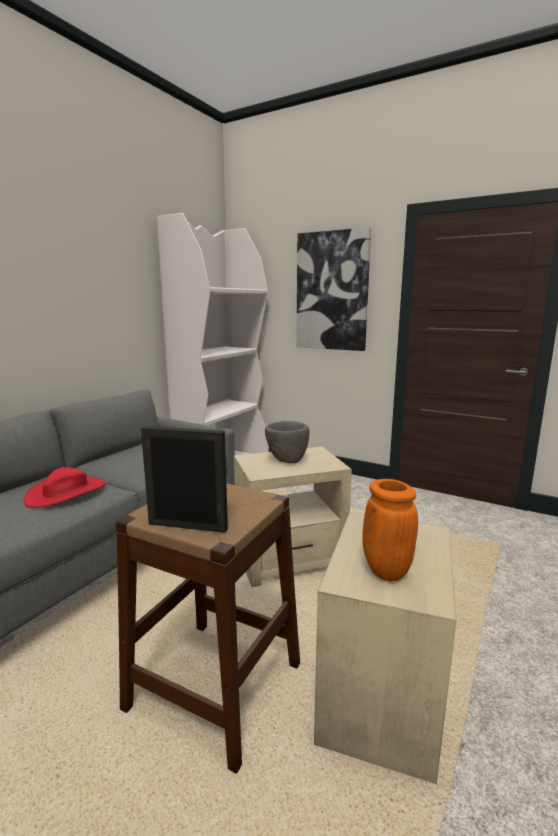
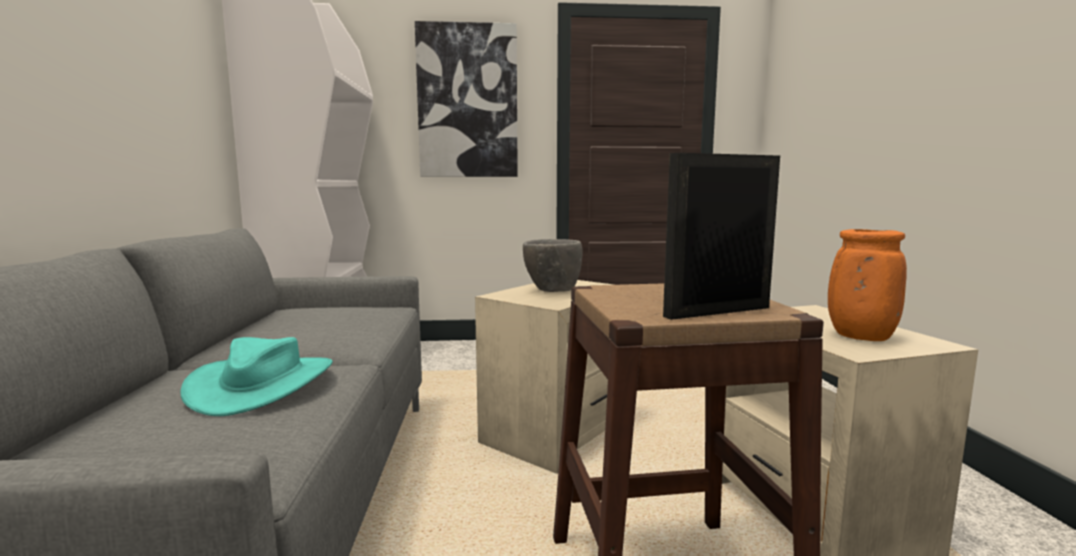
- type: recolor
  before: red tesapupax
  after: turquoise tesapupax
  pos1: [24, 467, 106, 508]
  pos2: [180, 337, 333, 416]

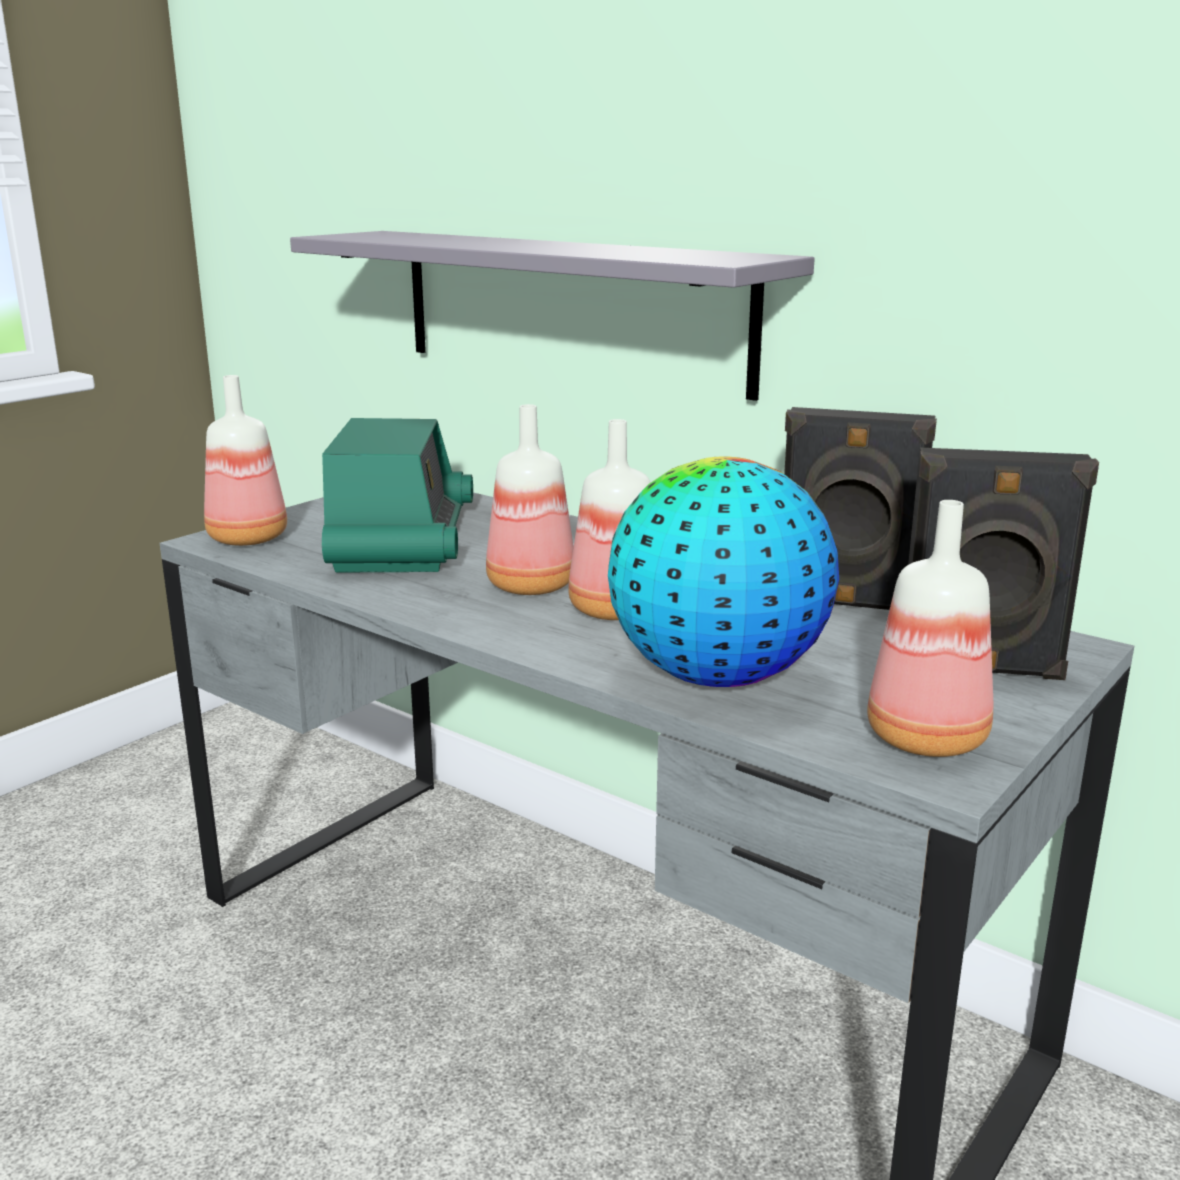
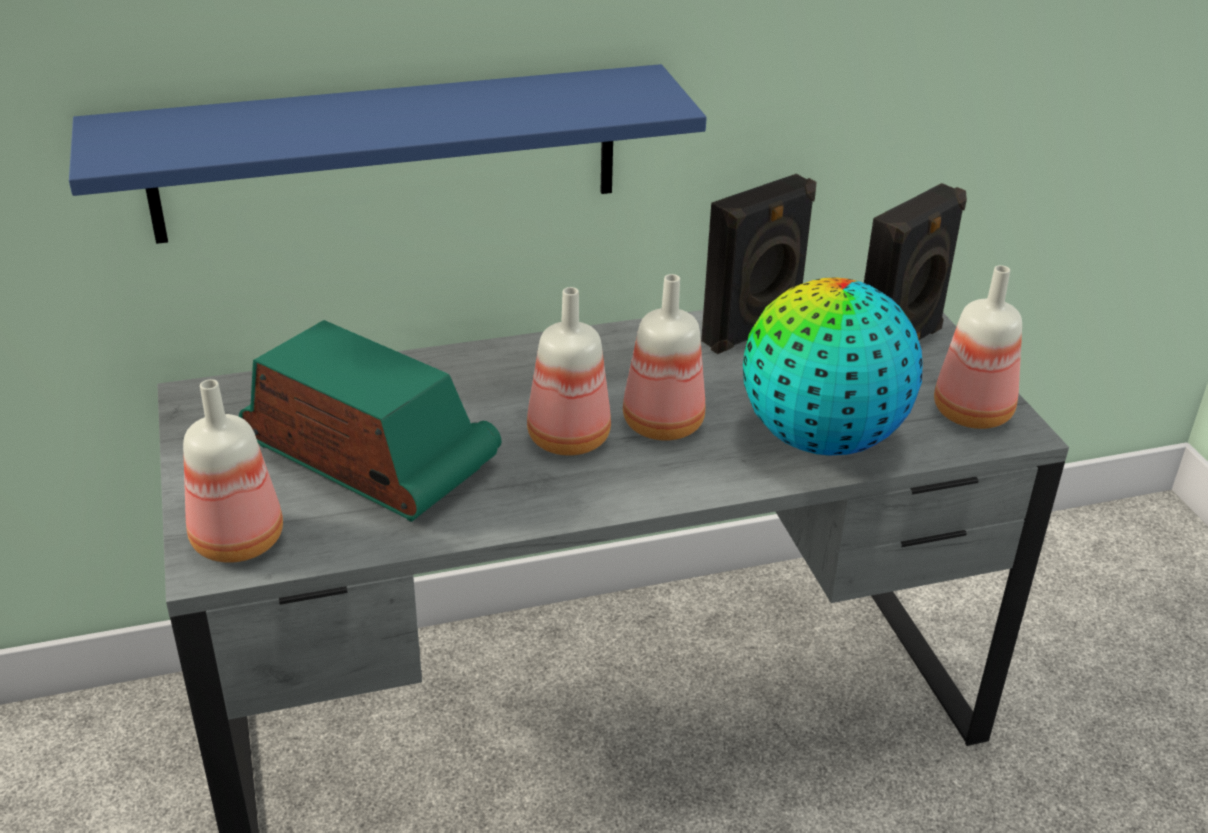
- type: recolor
  before: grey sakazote
  after: blue sakazote
  pos1: [290, 231, 815, 401]
  pos2: [69, 64, 707, 244]

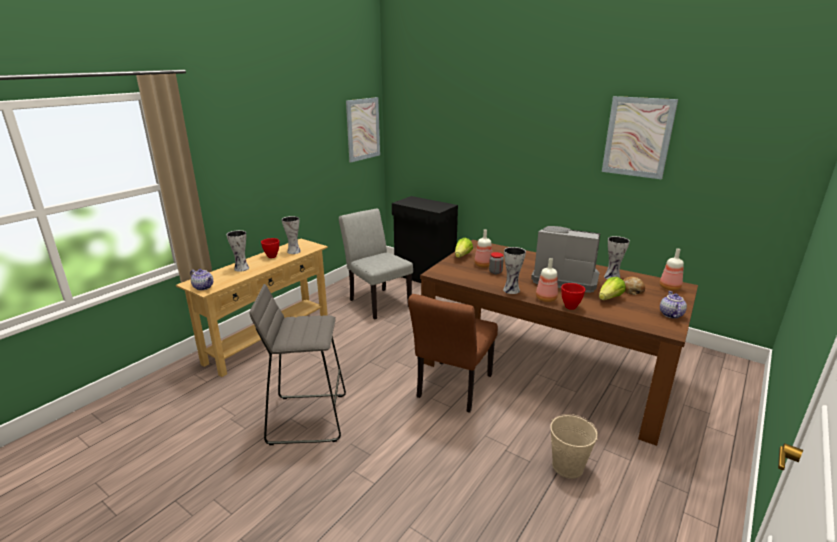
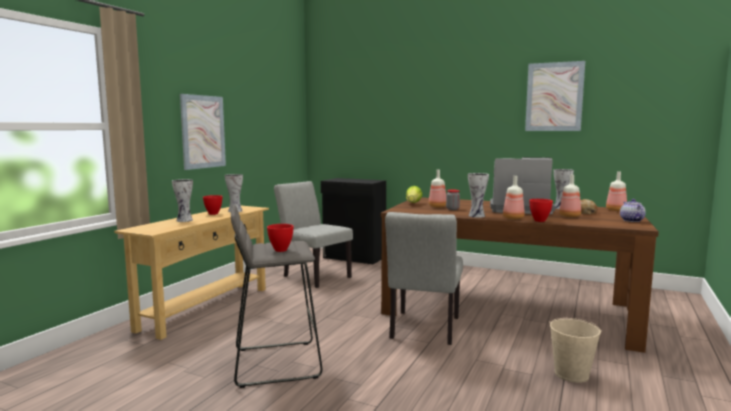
- type: move
  before: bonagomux
  pos1: [346, 97, 380, 163]
  pos2: [180, 94, 226, 170]
- type: delete
  before: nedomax
  pos1: [190, 269, 213, 290]
- type: replace
  before: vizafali
  after: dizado
  pos1: [599, 277, 626, 300]
  pos2: [559, 175, 581, 217]
- type: recolor
  before: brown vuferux
  after: grey vuferux
  pos1: [408, 294, 498, 413]
  pos2: [385, 212, 463, 345]
- type: insert
  after: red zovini
  pos2: [267, 224, 294, 252]

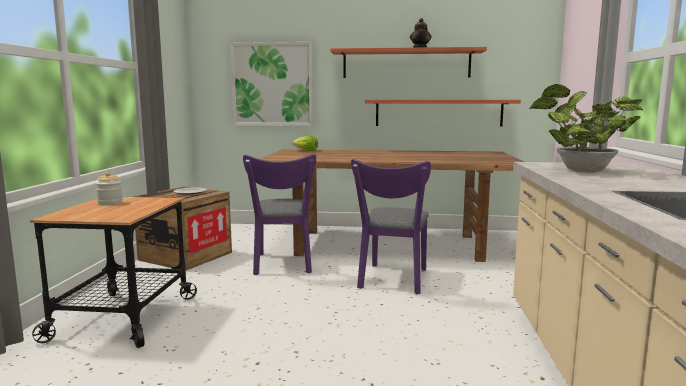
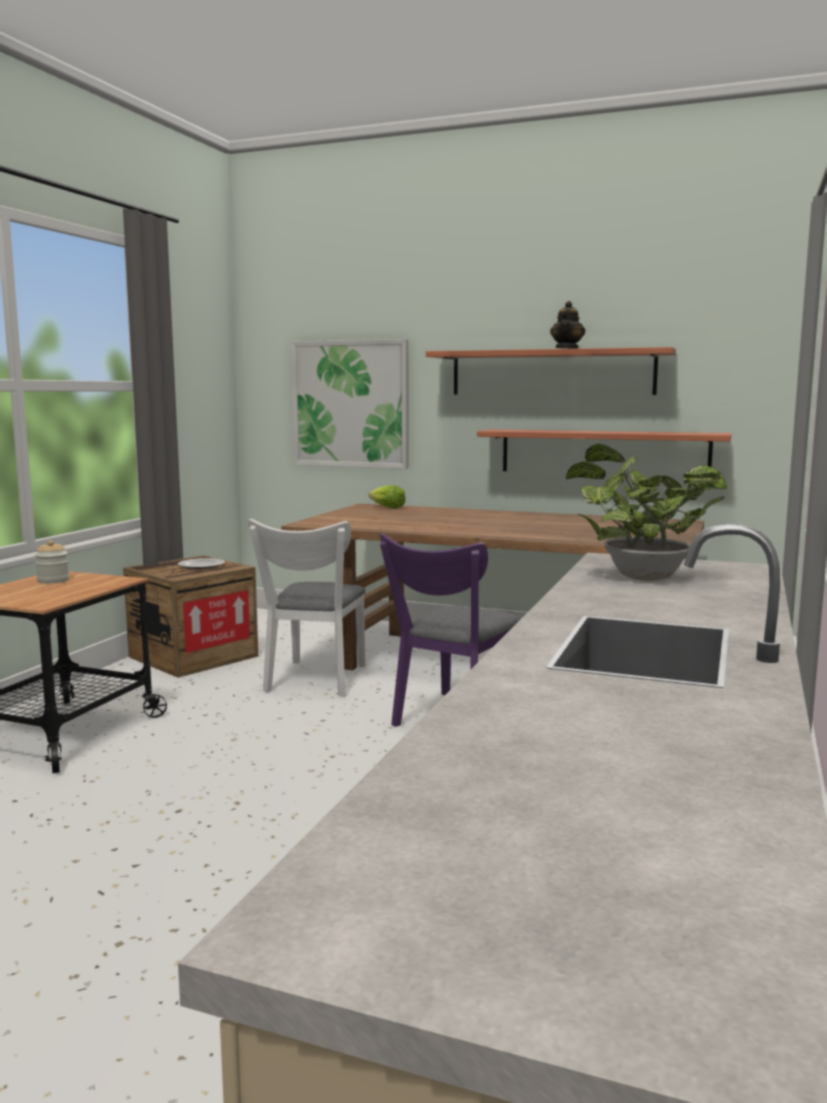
- type: recolor
  before: purple vuferux
  after: white vuferux
  pos1: [243, 154, 316, 275]
  pos2: [248, 519, 366, 697]

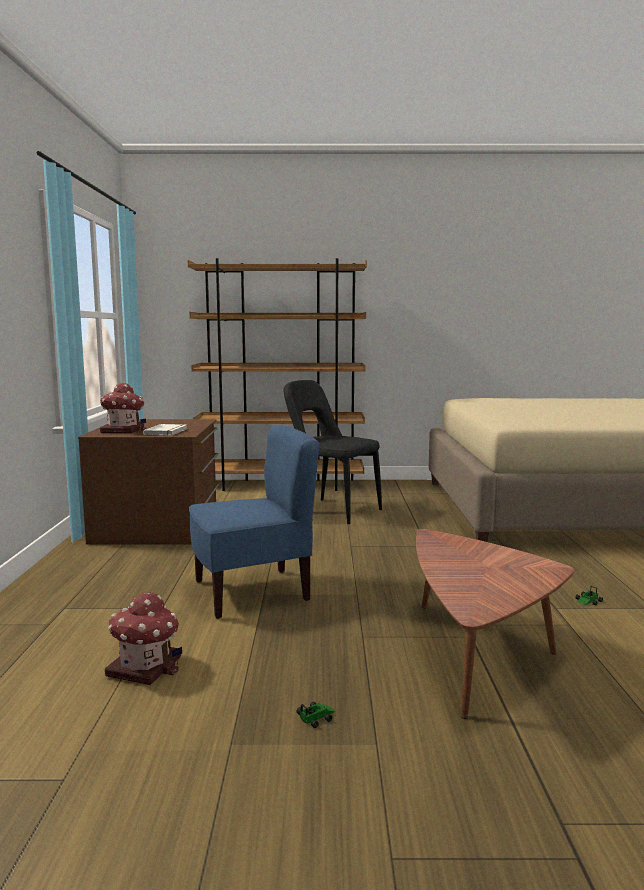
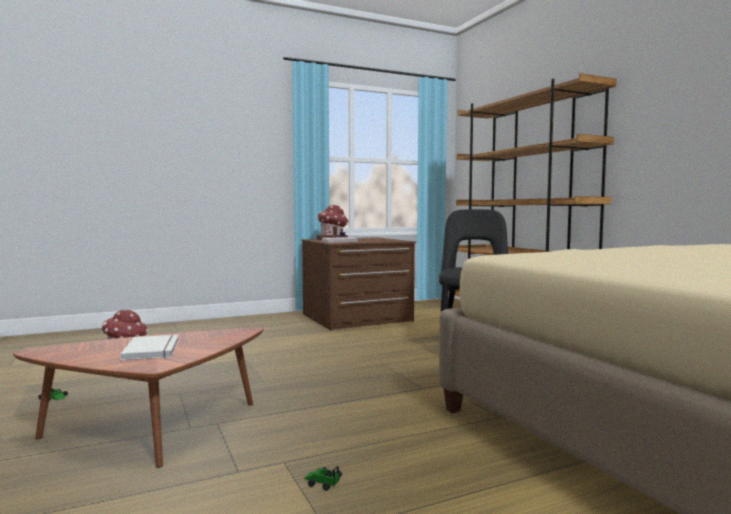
- type: delete
  before: blue vuferux
  pos1: [189, 425, 319, 619]
- type: insert
  after: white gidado
  pos2: [120, 335, 179, 361]

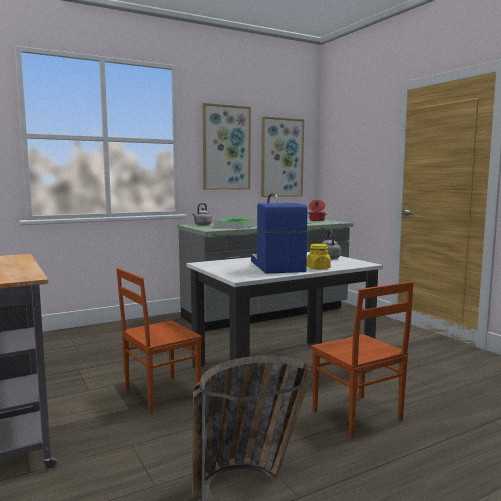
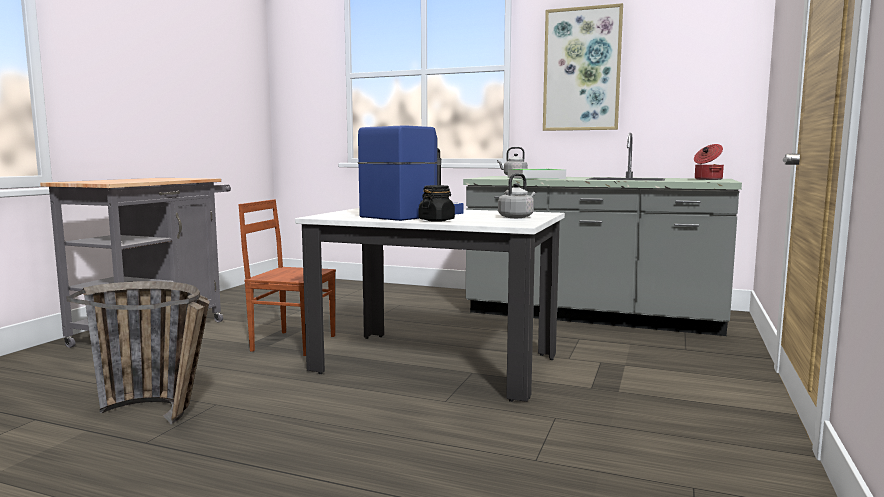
- type: delete
  before: bonagomux
  pos1: [261, 116, 304, 197]
- type: recolor
  before: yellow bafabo
  after: black bafabo
  pos1: [307, 244, 331, 269]
  pos2: [419, 185, 455, 222]
- type: delete
  before: brown vuferux
  pos1: [311, 281, 414, 438]

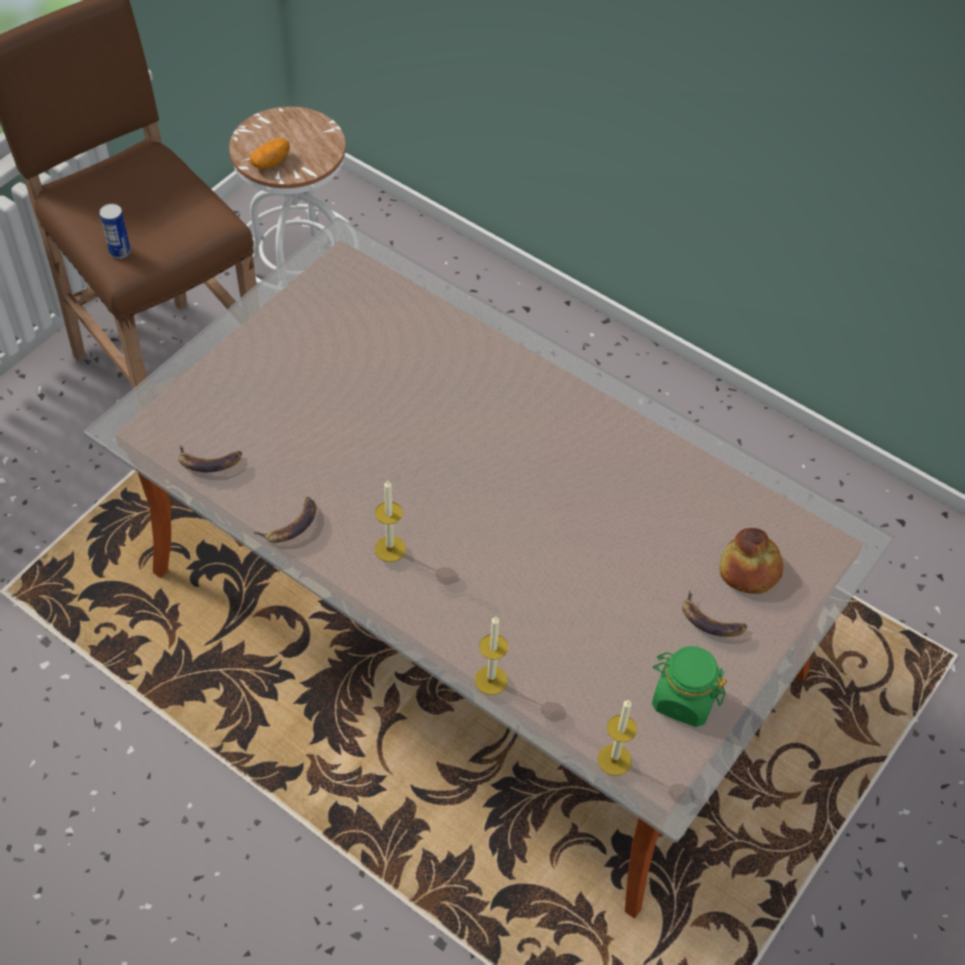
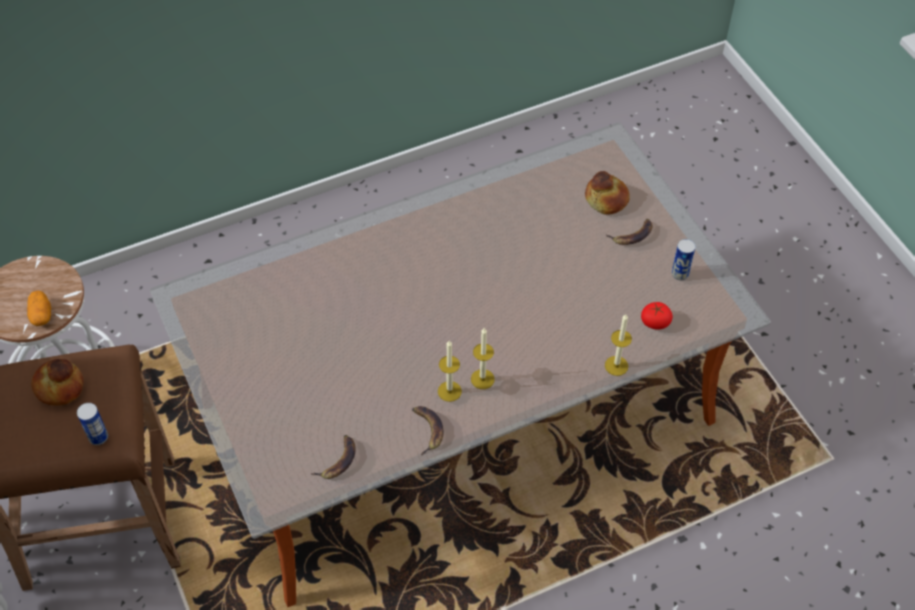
- type: replace
  before: green bafabo
  after: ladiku
  pos1: [652, 646, 727, 727]
  pos2: [672, 239, 696, 280]
- type: move
  before: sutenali
  pos1: [598, 699, 637, 776]
  pos2: [438, 341, 462, 402]
- type: insert
  after: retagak
  pos2: [641, 302, 673, 330]
- type: insert
  after: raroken
  pos2: [31, 359, 84, 406]

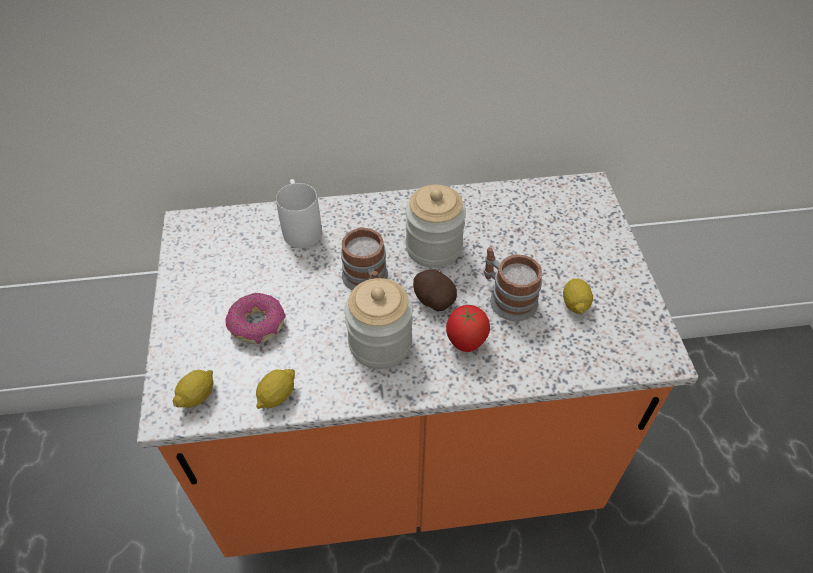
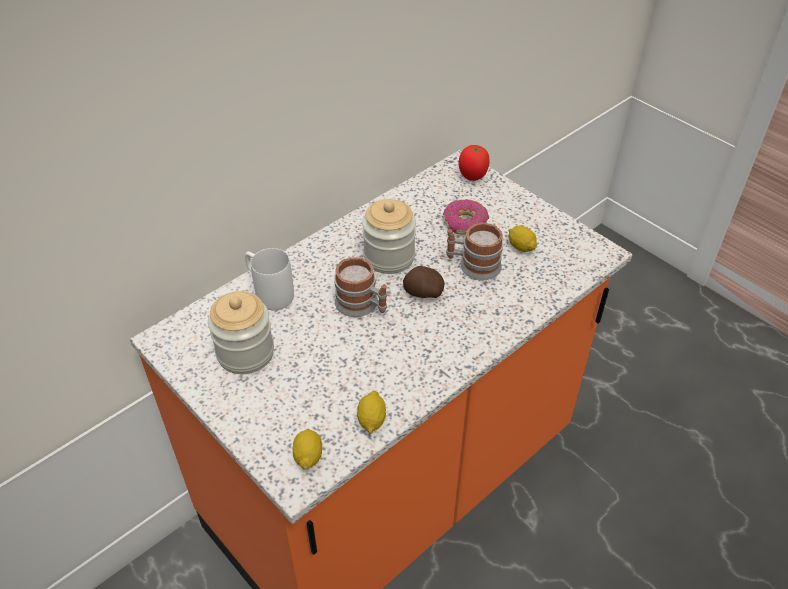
- type: move
  before: bafabo
  pos1: [345, 278, 413, 369]
  pos2: [208, 291, 274, 374]
- type: move
  before: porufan
  pos1: [225, 293, 286, 344]
  pos2: [443, 199, 489, 235]
- type: move
  before: retagak
  pos1: [446, 305, 490, 352]
  pos2: [458, 145, 490, 181]

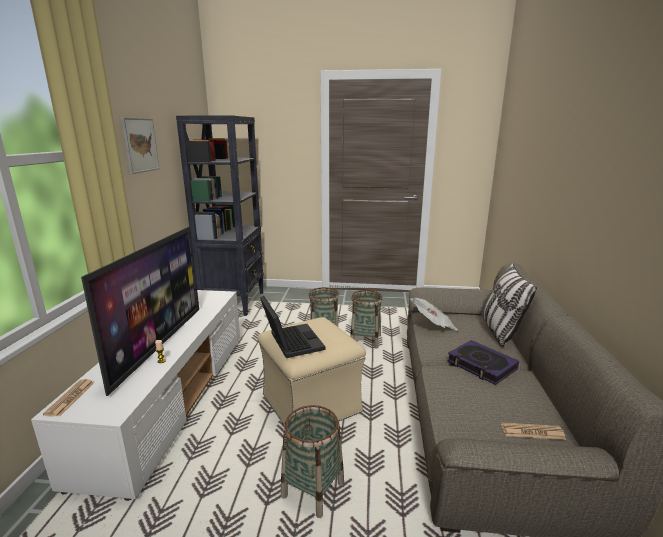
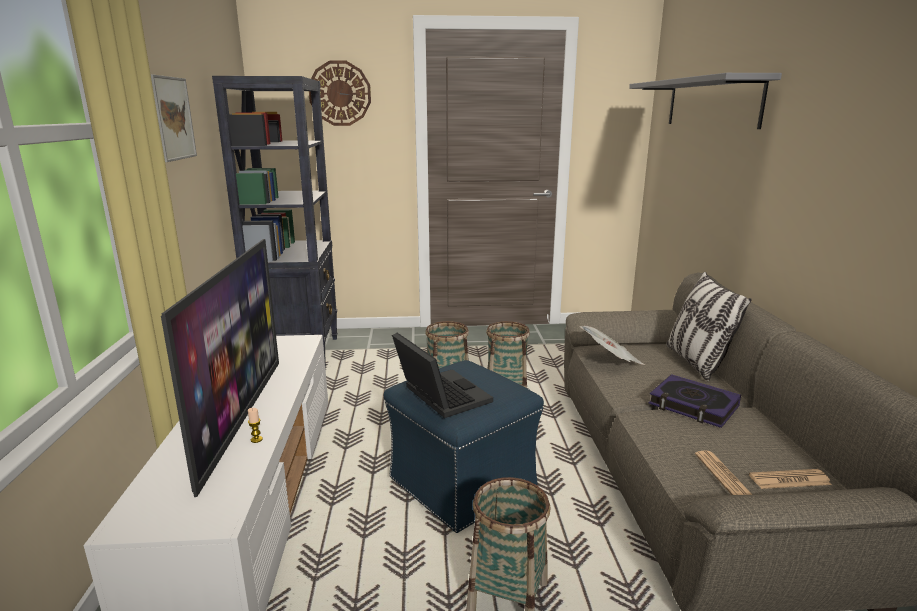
- type: recolor
  before: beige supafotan
  after: blue supafotan
  pos1: [258, 317, 366, 425]
  pos2: [384, 360, 544, 533]
- type: move
  before: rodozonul
  pos1: [43, 379, 95, 416]
  pos2: [695, 451, 753, 495]
- type: insert
  after: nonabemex
  pos2: [309, 60, 371, 126]
- type: insert
  after: grey sakazote
  pos2: [629, 73, 782, 129]

